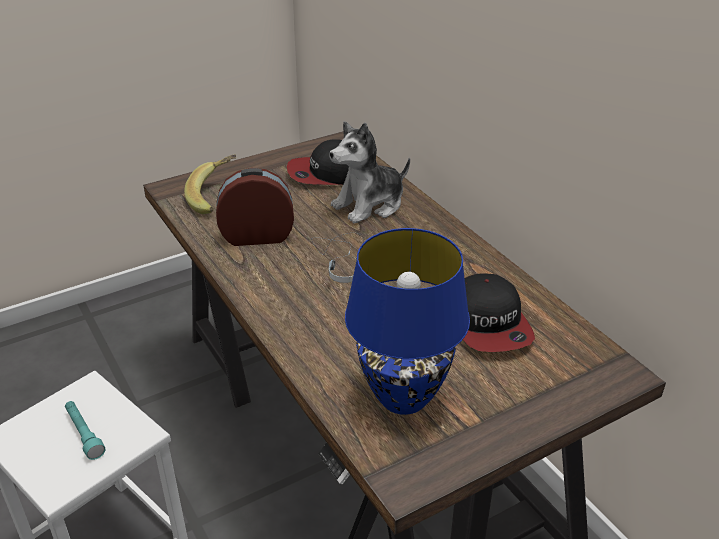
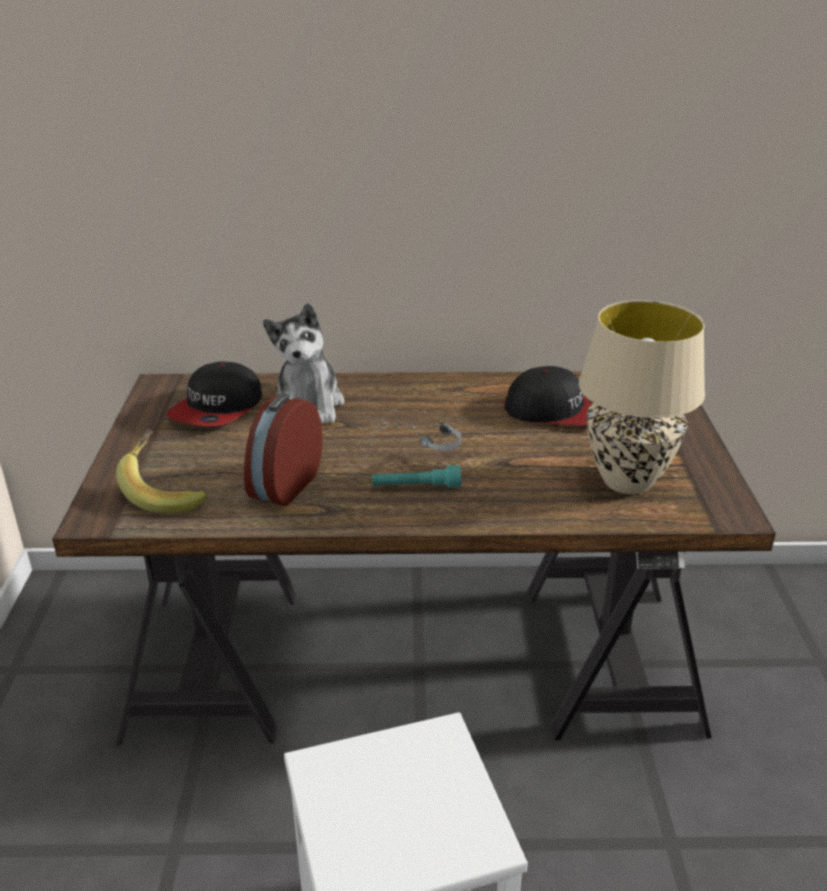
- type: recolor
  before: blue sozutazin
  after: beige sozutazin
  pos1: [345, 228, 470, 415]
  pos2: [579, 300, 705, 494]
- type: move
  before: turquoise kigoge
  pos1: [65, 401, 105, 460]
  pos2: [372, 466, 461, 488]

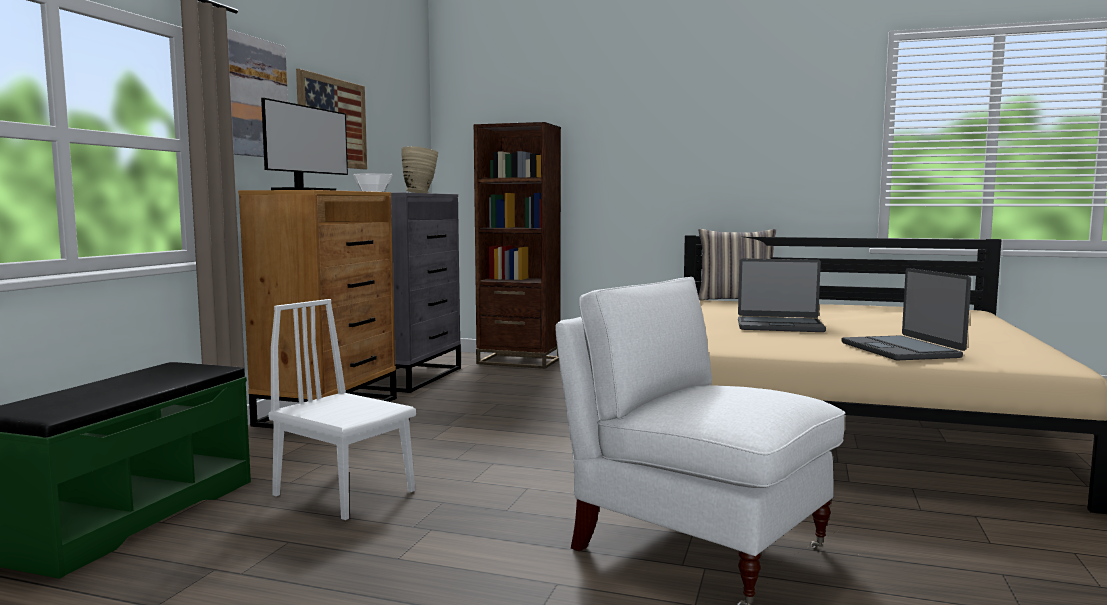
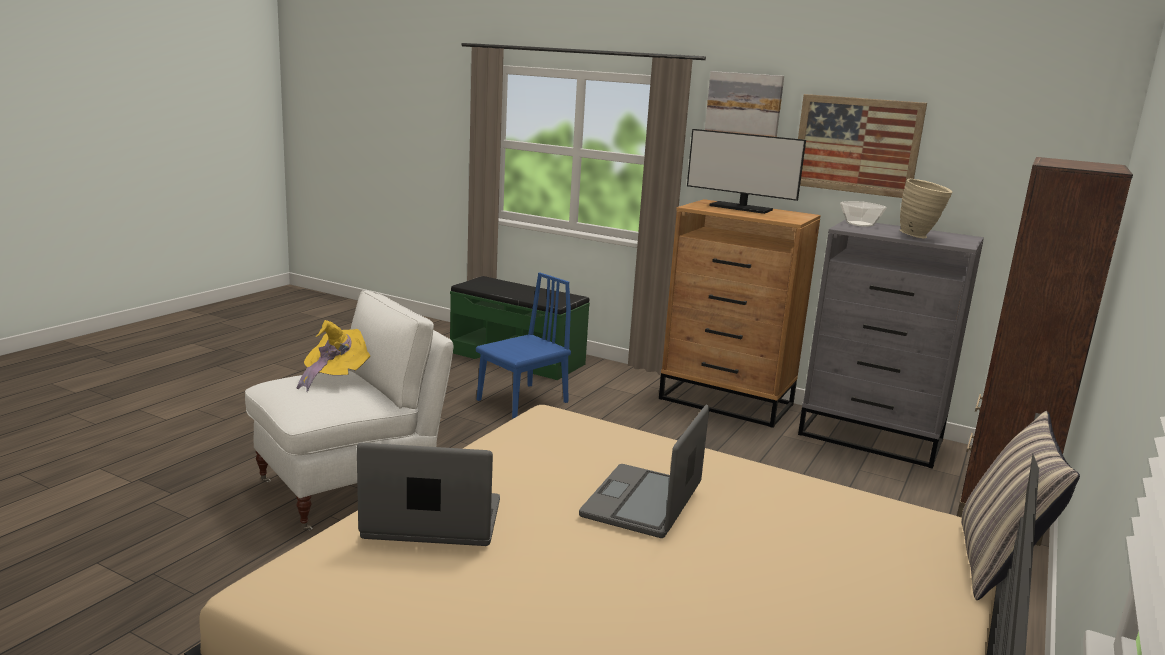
- type: recolor
  before: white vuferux
  after: blue vuferux
  pos1: [268, 299, 416, 520]
  pos2: [476, 272, 571, 419]
- type: insert
  after: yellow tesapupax
  pos2: [296, 320, 370, 392]

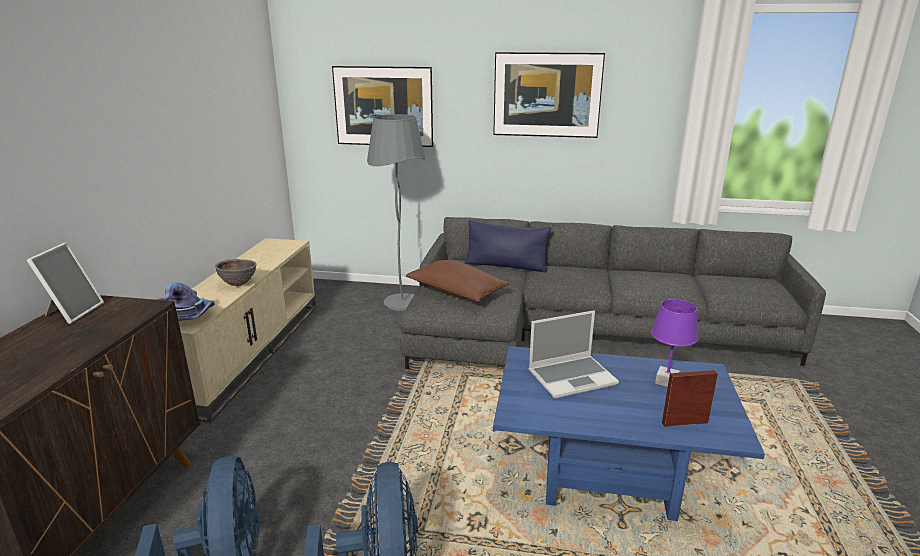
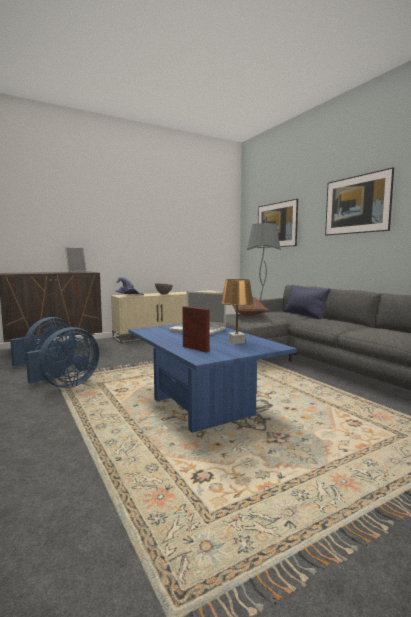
- type: recolor
  before: purple sozutazin
  after: brown sozutazin
  pos1: [651, 299, 698, 387]
  pos2: [221, 279, 253, 344]

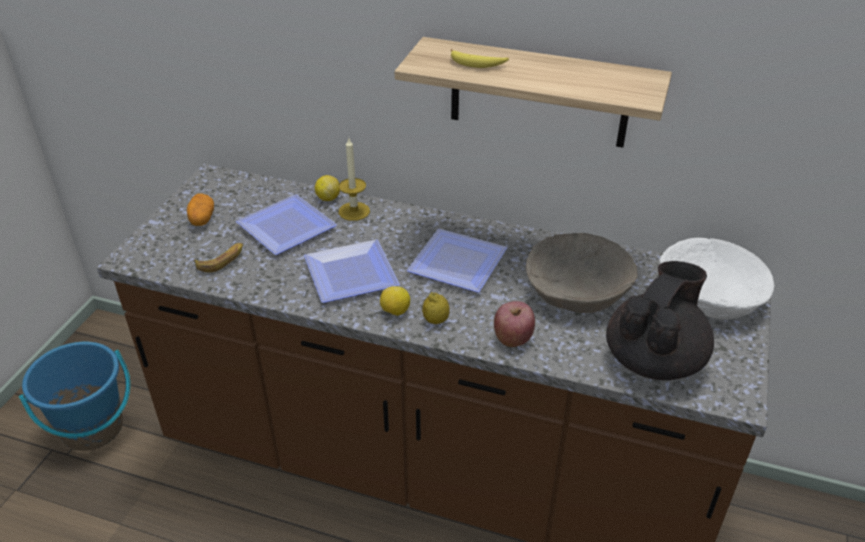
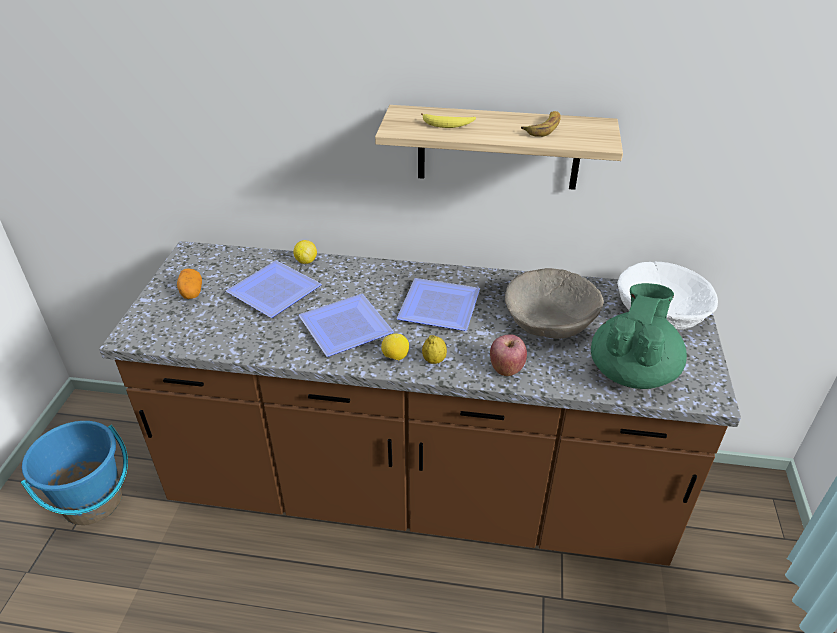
- type: delete
  before: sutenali
  pos1: [339, 138, 370, 221]
- type: move
  before: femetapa
  pos1: [194, 243, 243, 272]
  pos2: [521, 111, 561, 137]
- type: recolor
  before: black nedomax
  after: green nedomax
  pos1: [606, 261, 714, 380]
  pos2: [591, 283, 687, 389]

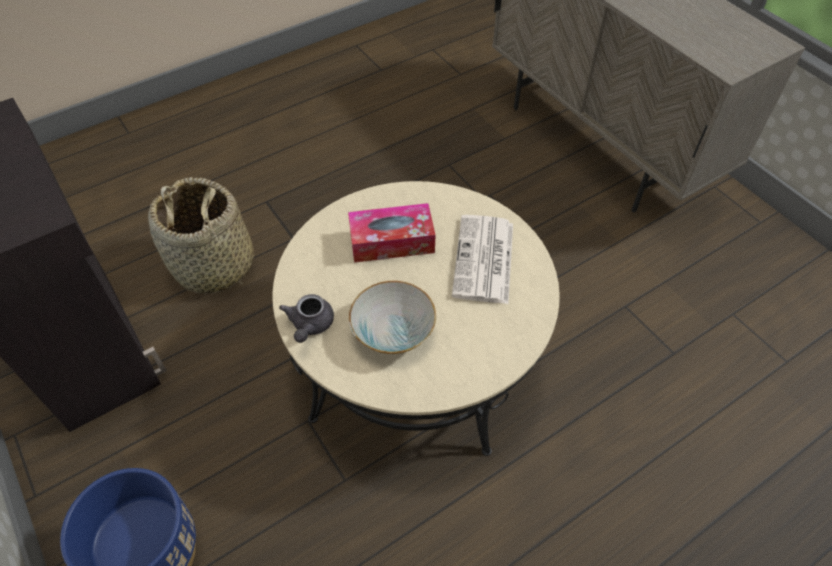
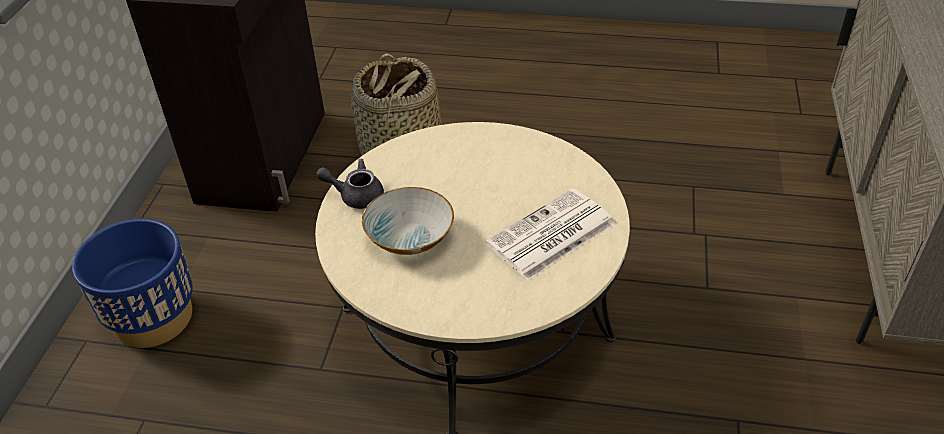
- type: delete
  before: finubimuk
  pos1: [348, 203, 435, 263]
- type: rotate
  before: grey nedomax
  pos1: [279, 294, 334, 343]
  pos2: [316, 159, 384, 209]
  turn: 45

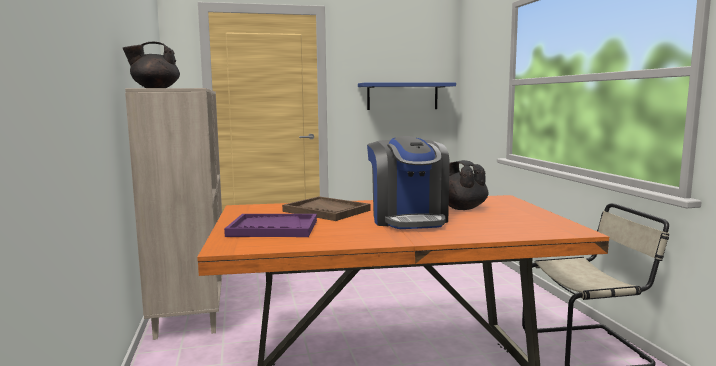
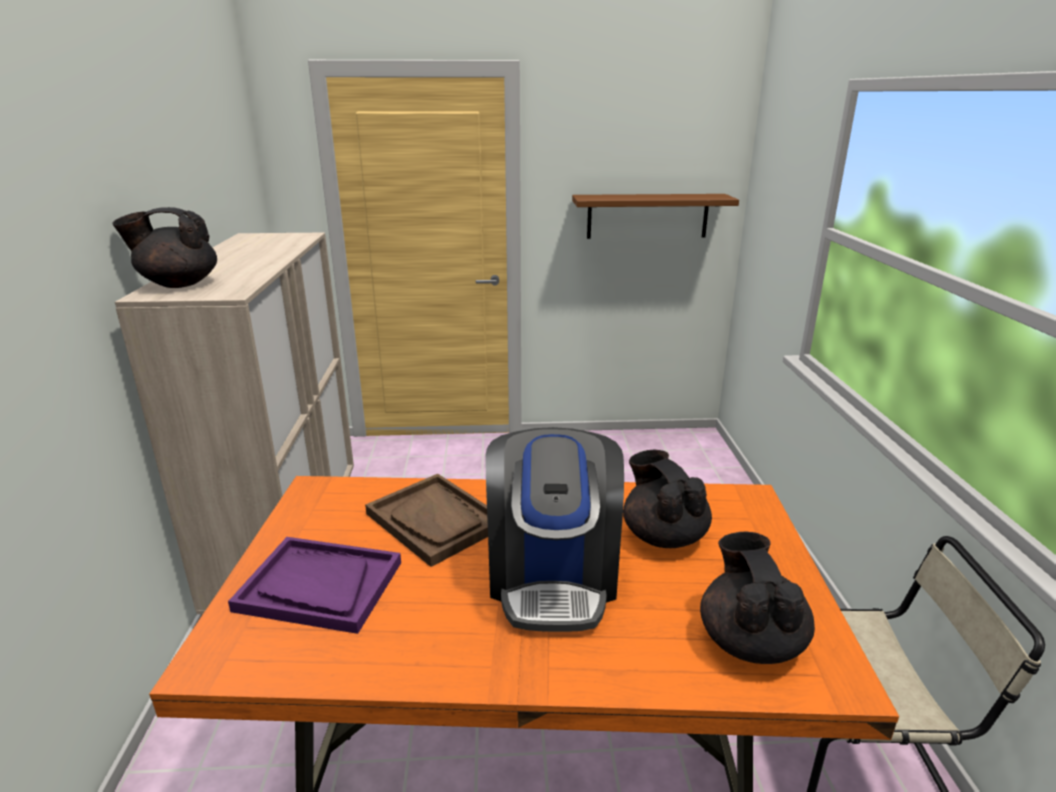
- type: recolor
  before: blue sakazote
  after: brown sakazote
  pos1: [358, 83, 456, 110]
  pos2: [572, 194, 739, 239]
- type: insert
  after: black nedomax
  pos2: [700, 532, 815, 664]

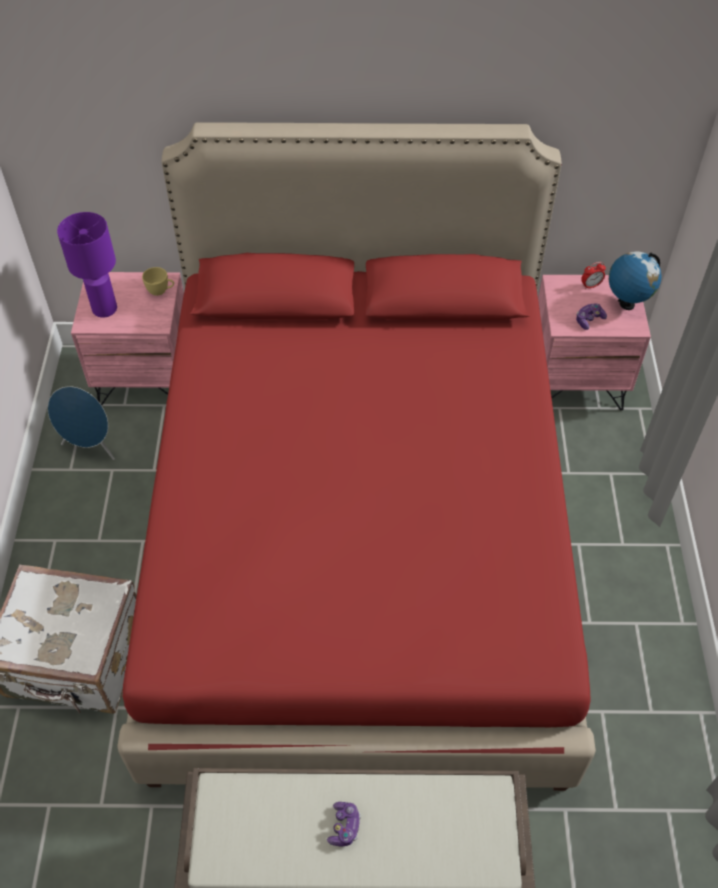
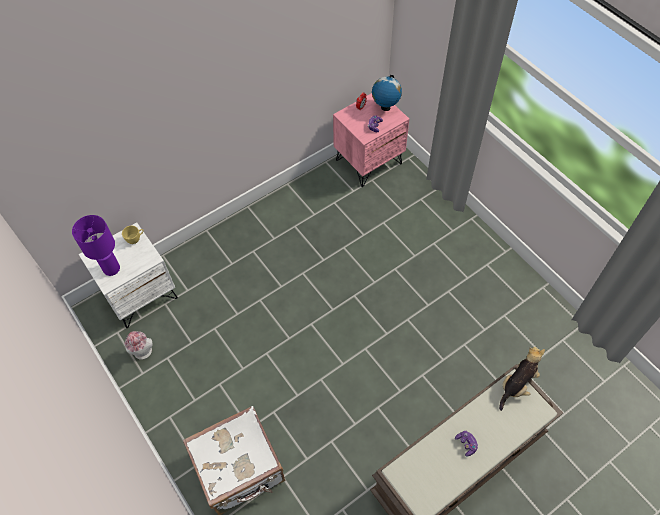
- type: delete
  before: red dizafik
  pos1: [117, 122, 596, 791]
- type: recolor
  before: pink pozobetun
  after: white pozobetun
  pos1: [71, 272, 184, 405]
  pos2: [79, 222, 178, 328]
- type: replace
  before: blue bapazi
  after: tesapupax
  pos1: [48, 386, 115, 460]
  pos2: [124, 331, 153, 360]
- type: insert
  after: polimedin
  pos2: [499, 347, 545, 411]

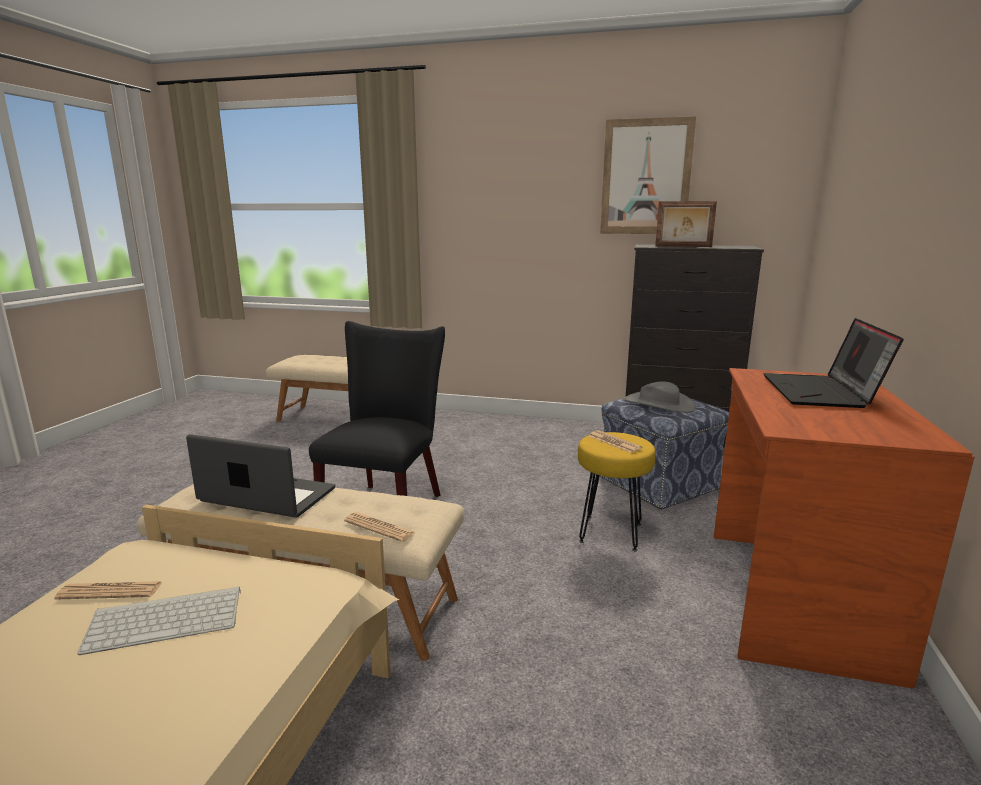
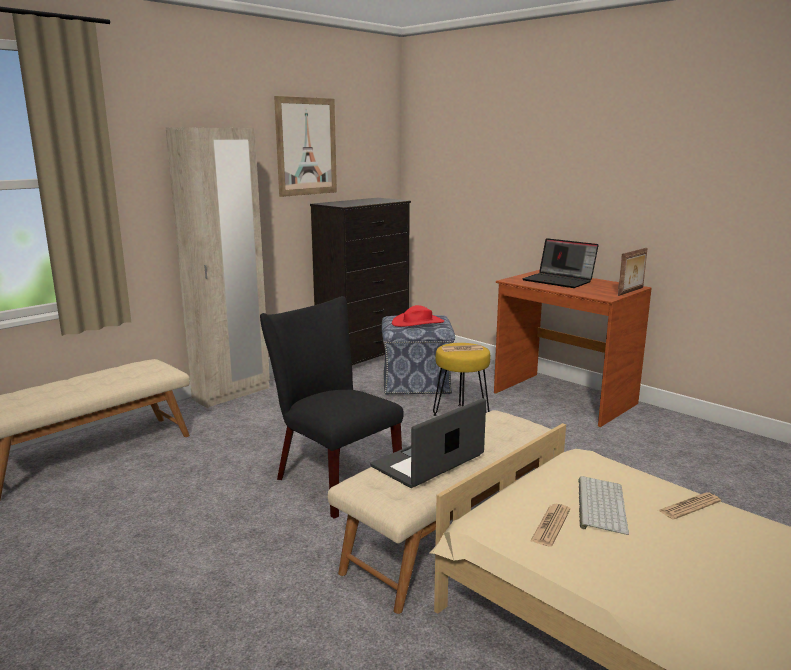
- type: move
  before: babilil
  pos1: [655, 201, 717, 247]
  pos2: [618, 248, 647, 296]
- type: recolor
  before: grey tesapupax
  after: red tesapupax
  pos1: [623, 381, 696, 413]
  pos2: [392, 305, 444, 327]
- type: move
  before: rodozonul
  pos1: [344, 512, 415, 542]
  pos2: [658, 492, 721, 520]
- type: insert
  after: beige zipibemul
  pos2: [166, 127, 270, 408]

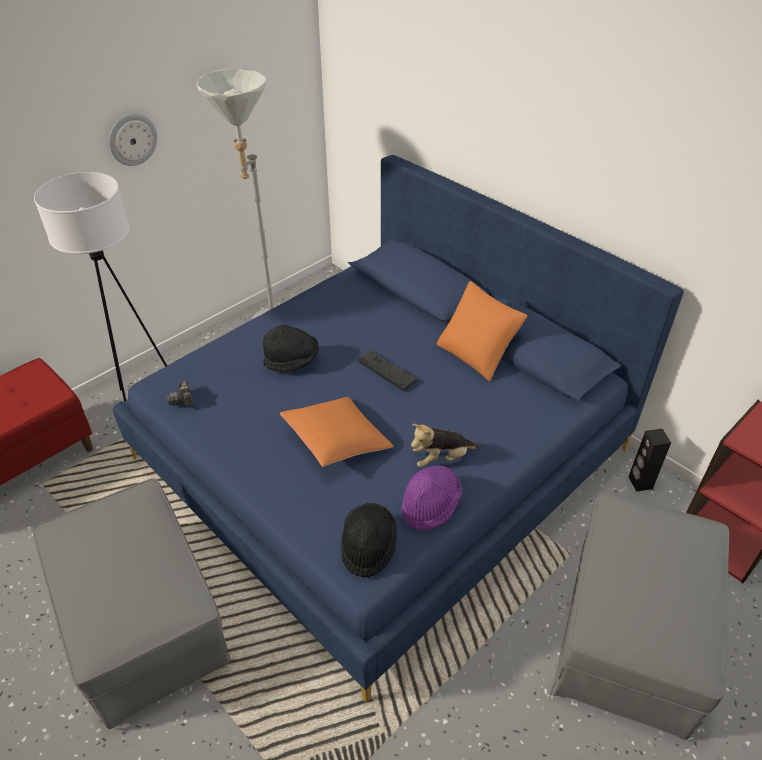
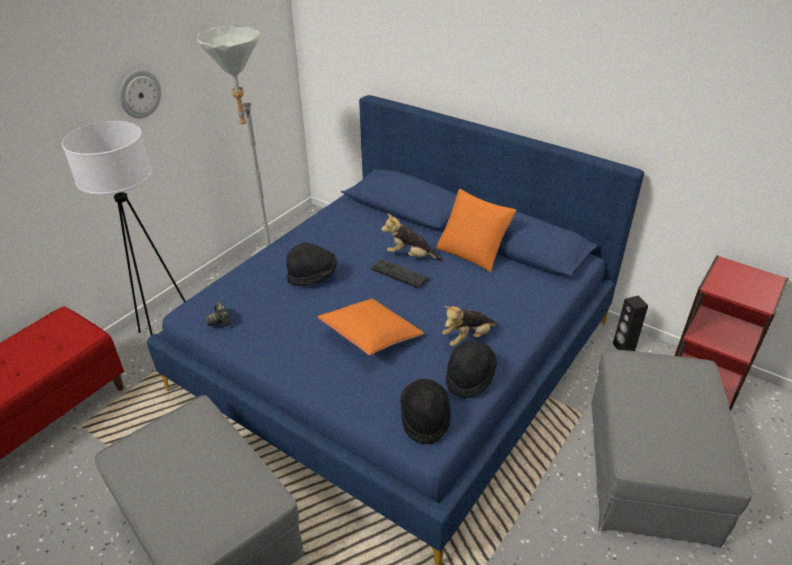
- type: recolor
  before: purple tesapupax
  after: black tesapupax
  pos1: [401, 466, 462, 531]
  pos2: [446, 340, 497, 399]
- type: insert
  after: polimedin
  pos2: [381, 213, 443, 261]

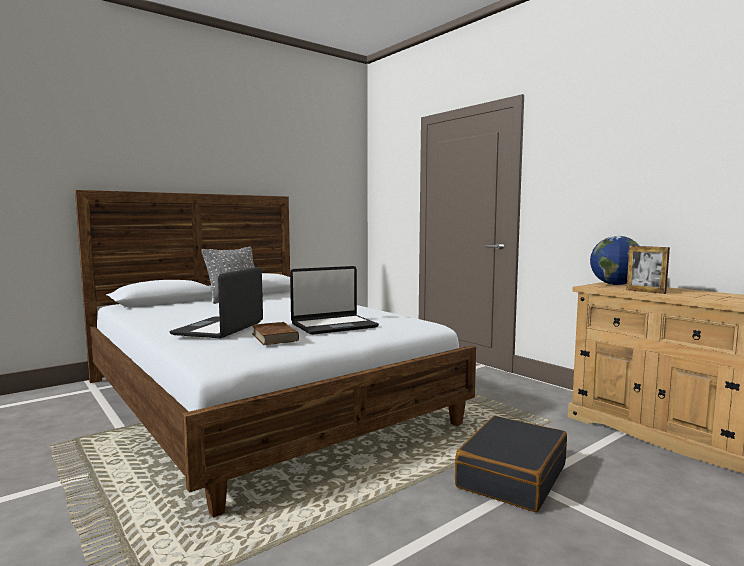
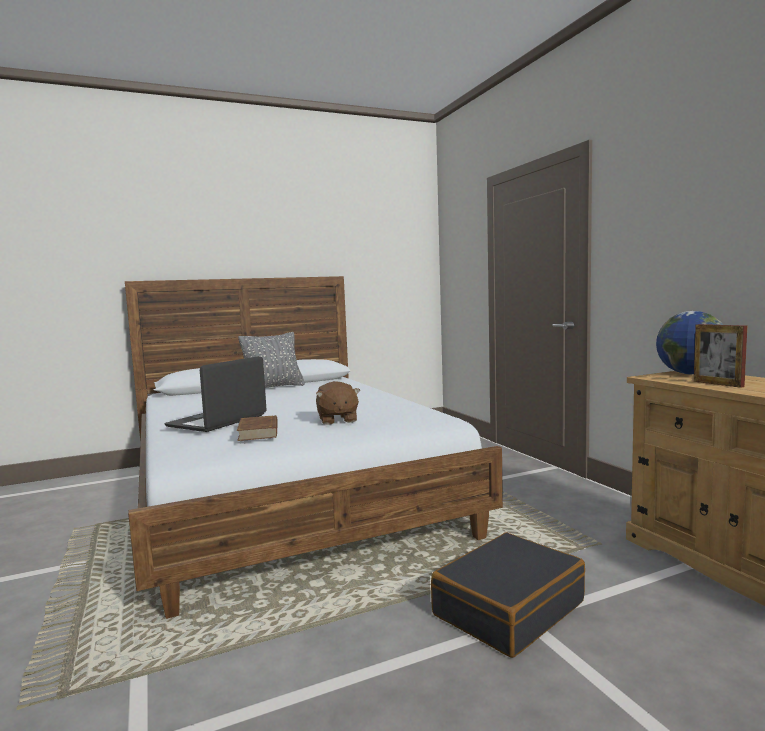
- type: replace
  before: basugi
  after: brown polimedin
  pos1: [290, 266, 379, 335]
  pos2: [316, 381, 361, 425]

